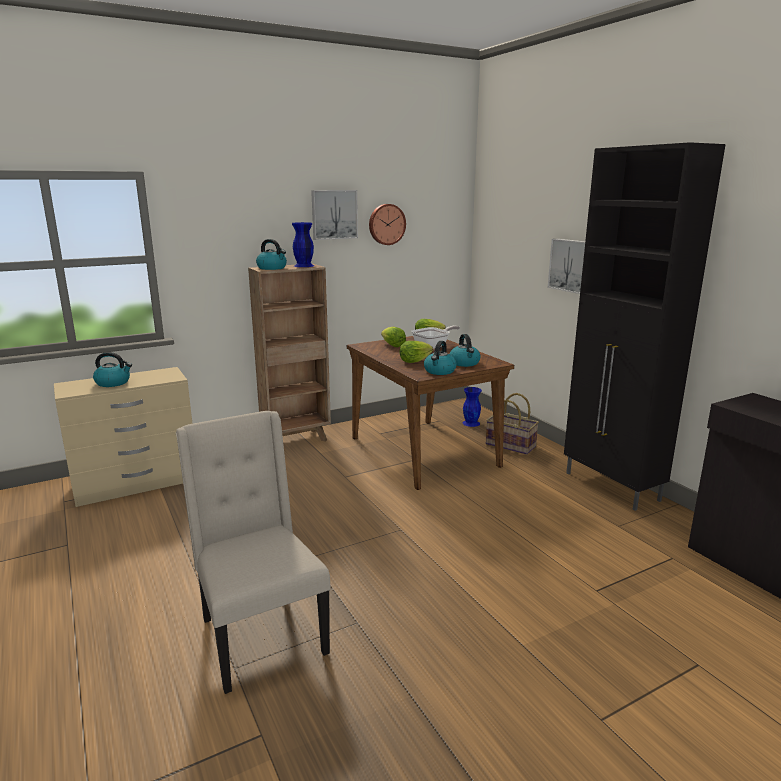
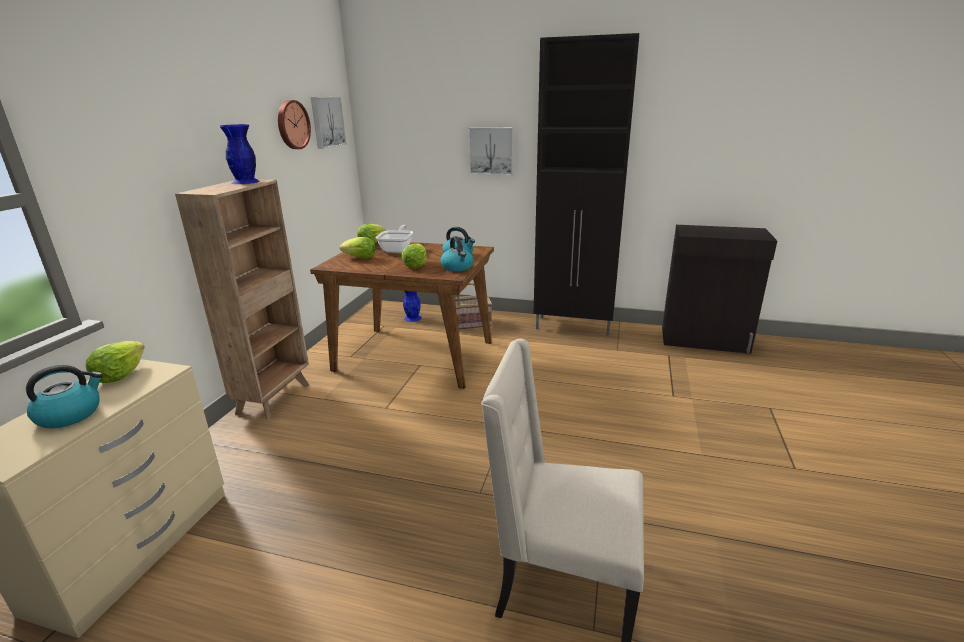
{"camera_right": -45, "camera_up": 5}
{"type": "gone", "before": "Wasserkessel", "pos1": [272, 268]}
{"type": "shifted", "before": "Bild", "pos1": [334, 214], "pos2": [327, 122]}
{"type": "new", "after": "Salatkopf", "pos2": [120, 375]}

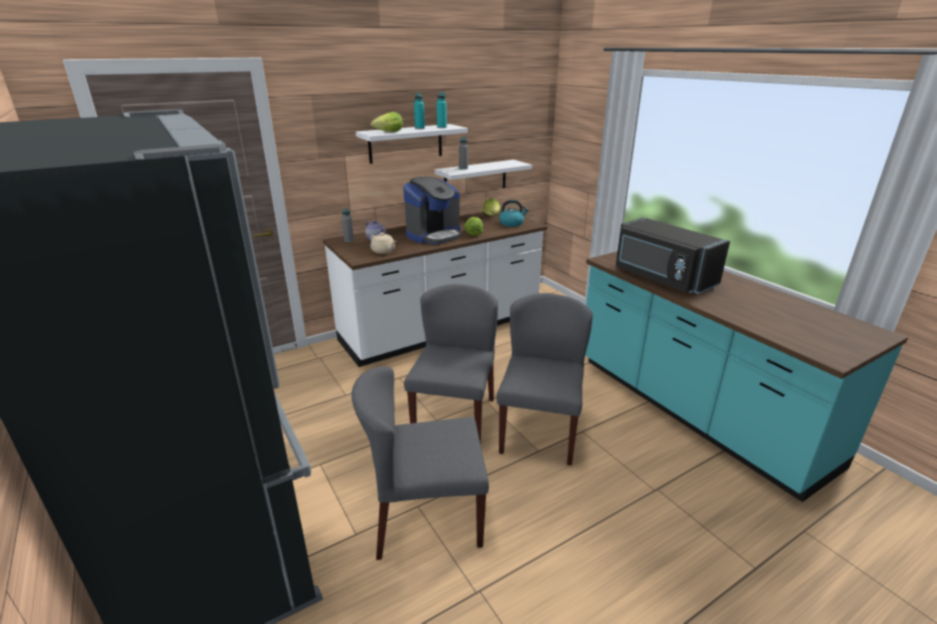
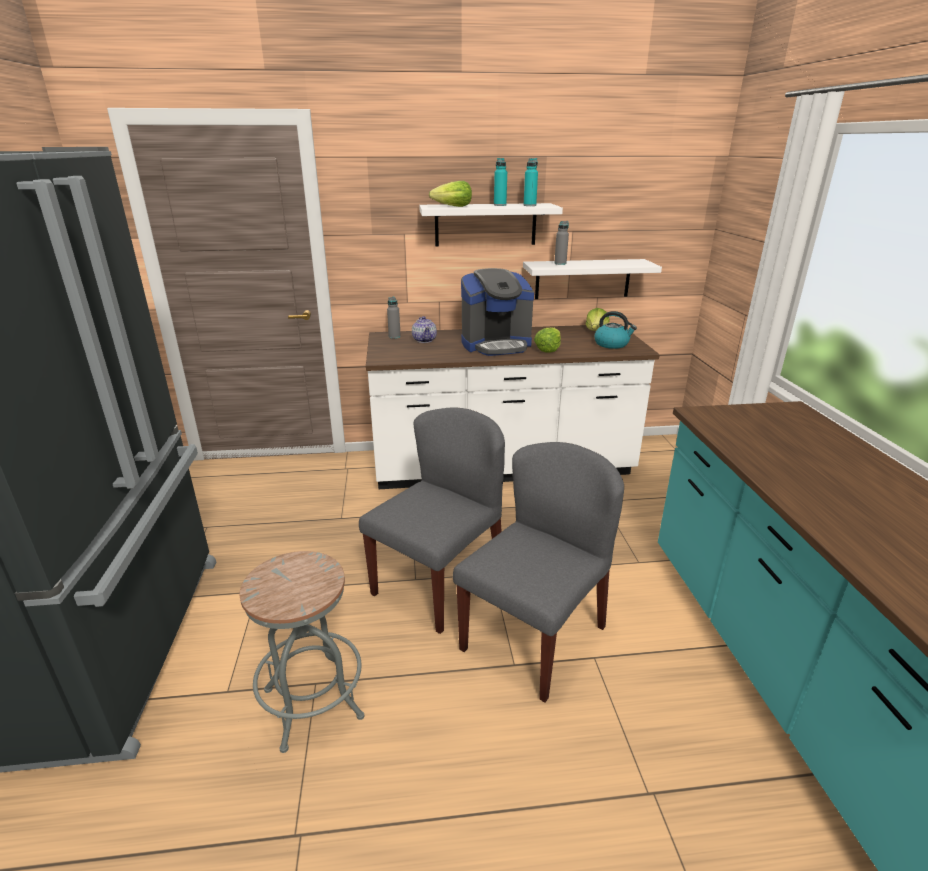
{"camera_right": 25, "camera_up": 0}
{"type": "swapped", "before": "Stuhl [grau]", "after": "Hocker [grau]", "pos1": [426, 518], "pos2": [313, 703]}
{"type": "gone", "before": "Teekanne [beige]", "pos1": [383, 251]}
{"type": "gone", "before": "Mikrowelle [schwarz]", "pos1": [661, 278]}

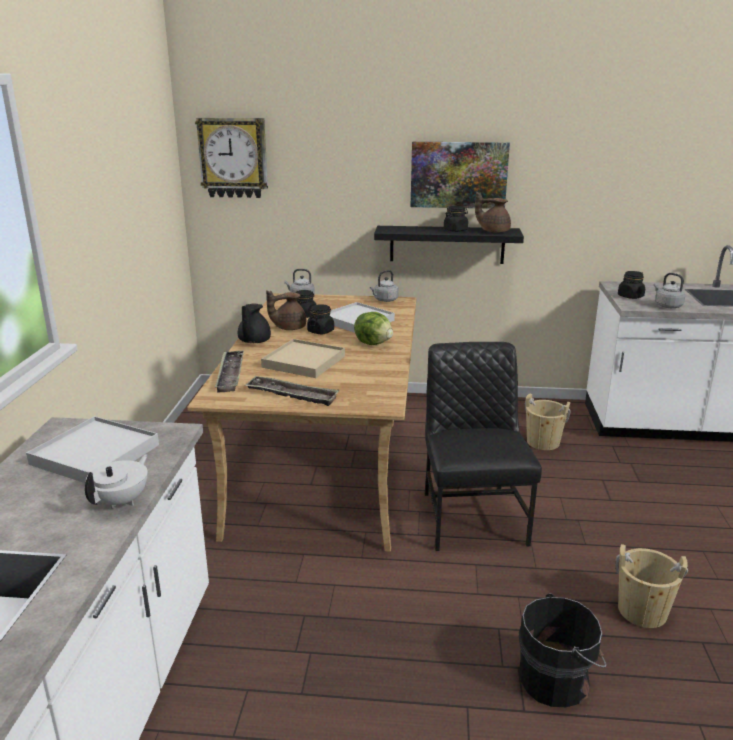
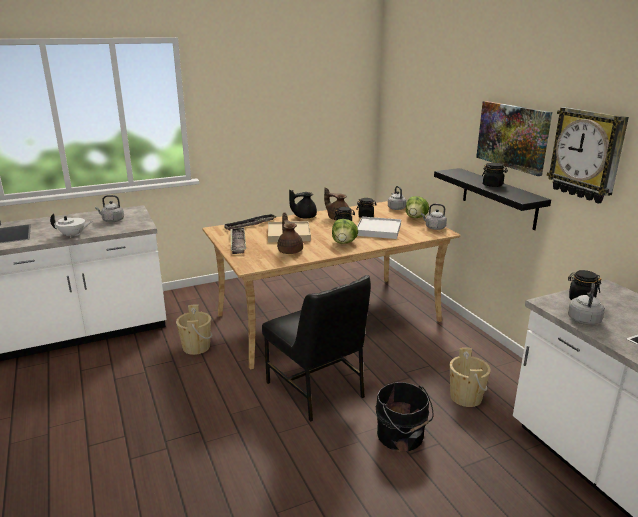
{"camera_right": 60, "camera_up": 0}
{"type": "swapped", "before": "Tablett [weiß]", "after": "Wasserkessel [grau]", "pos1": [95, 455], "pos2": [112, 220]}
{"type": "shifted", "before": "Wanduhr", "pos1": [233, 158], "pos2": [587, 154]}
{"type": "rotated", "before": "Stuhl [schwarz]", "pos1": [472, 517], "pos2": [316, 390], "turn": 90}
{"type": "shifted", "before": "Teekanne [braun]", "pos1": [493, 231], "pos2": [290, 250]}
{"type": "shifted", "before": "Eimer [schwarz]", "pos1": [557, 679], "pos2": [401, 437]}
{"type": "shifted", "before": "Eimer [beige]", "pos1": [642, 611], "pos2": [196, 347]}
{"type": "new", "after": "Salatkopf", "pos2": [416, 217]}

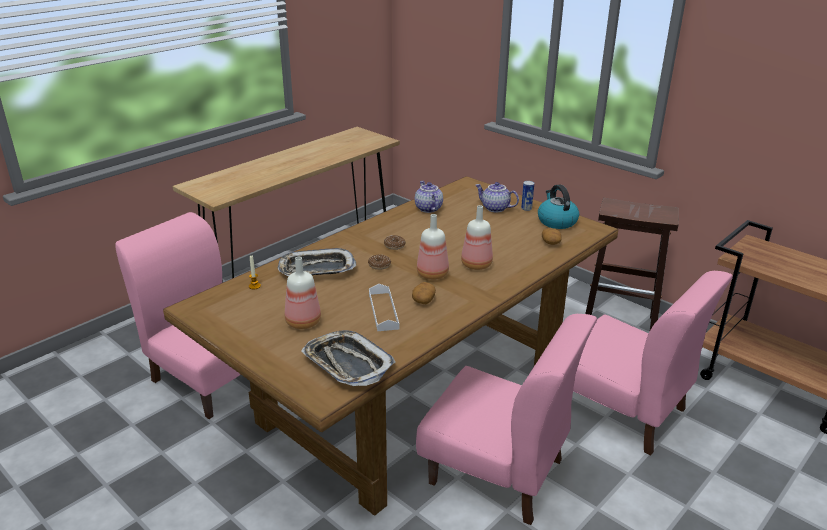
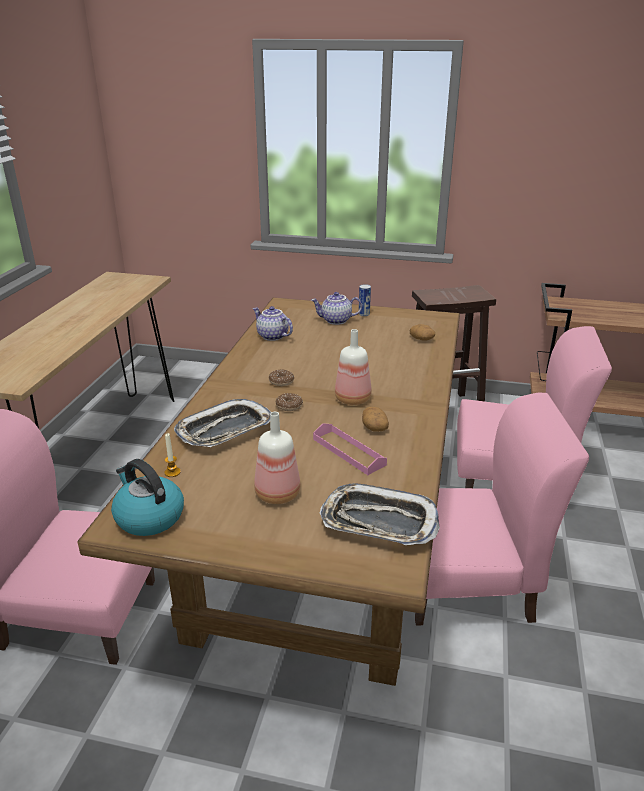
{"camera_right": -30, "camera_up": 0}
{"type": "repainted", "before": "Tablett [weiß]", "after": "Tablett [rosa]", "pos1": [383, 311], "pos2": [348, 452]}
{"type": "gone", "before": "Flasche", "pos1": [476, 265]}
{"type": "shifted", "before": "Wasserkessel", "pos1": [556, 221], "pos2": [148, 517]}

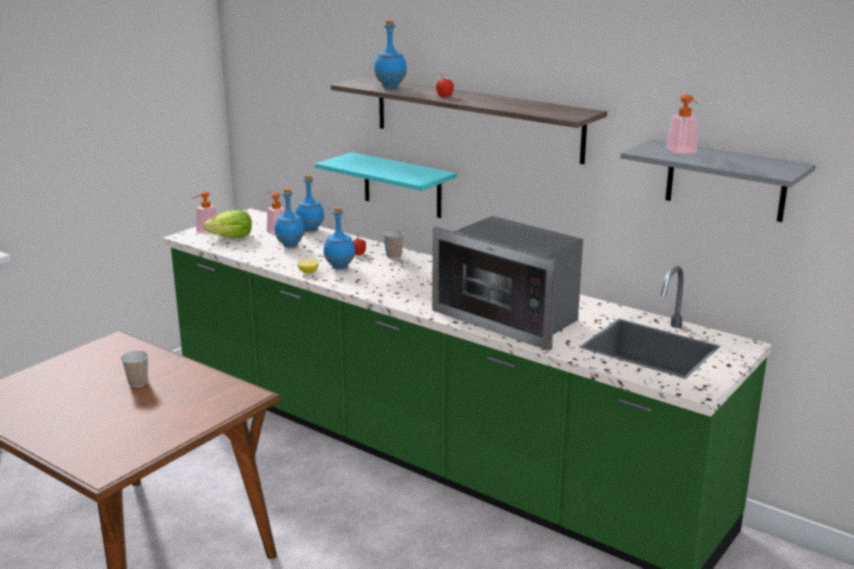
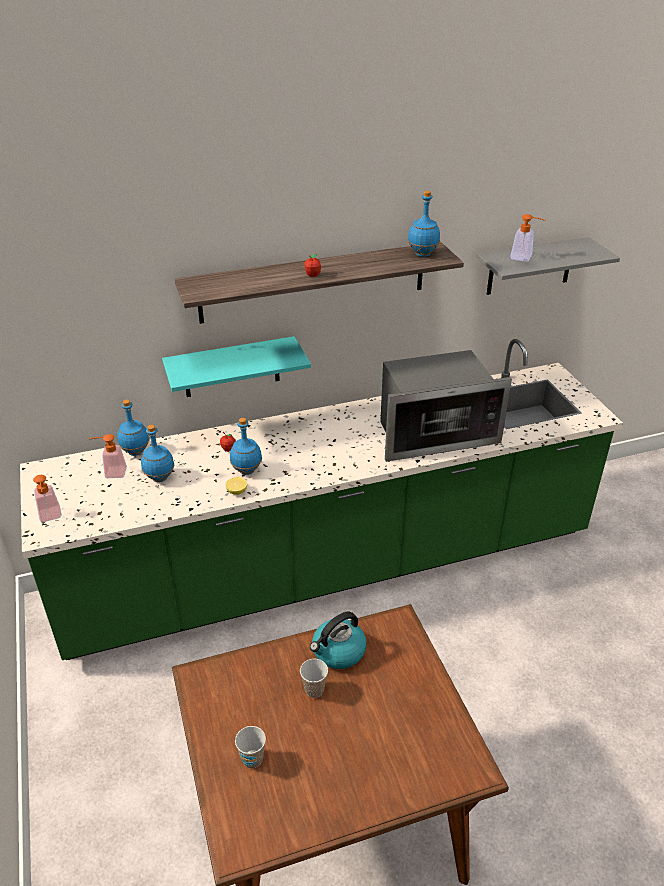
{"camera_right": -55, "camera_up": 15}
{"type": "gone", "before": "Salatkopf", "pos1": [231, 237]}
{"type": "shifted", "before": "Flasche [blau]", "pos1": [390, 87], "pos2": [422, 254]}
{"type": "shifted", "before": "Tasse", "pos1": [393, 256], "pos2": [252, 759]}
{"type": "new", "after": "Wasserkessel", "pos2": [338, 652]}

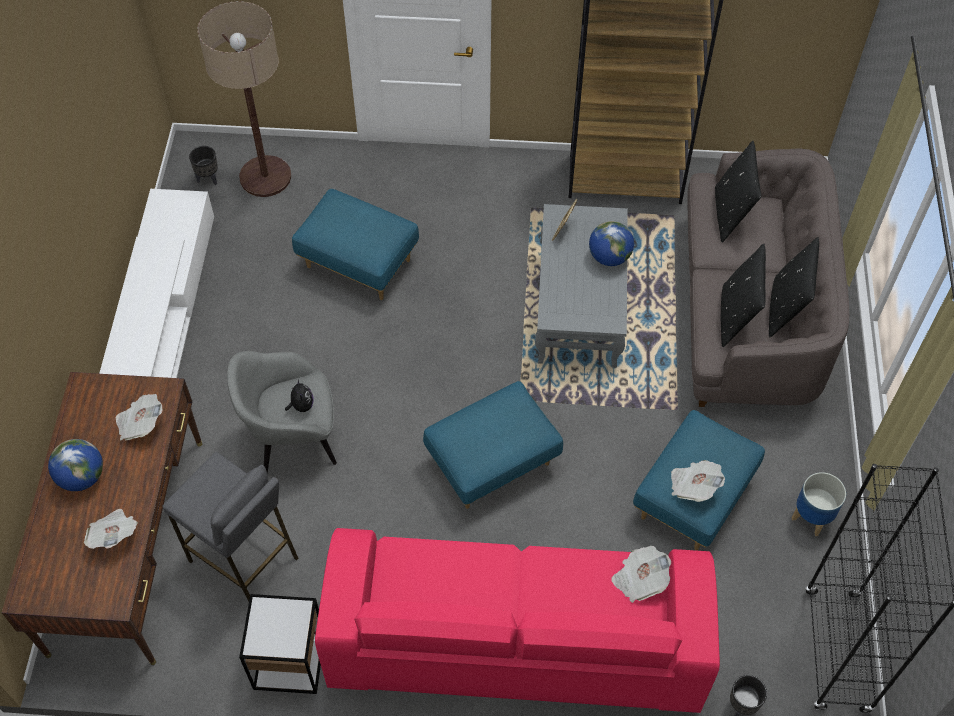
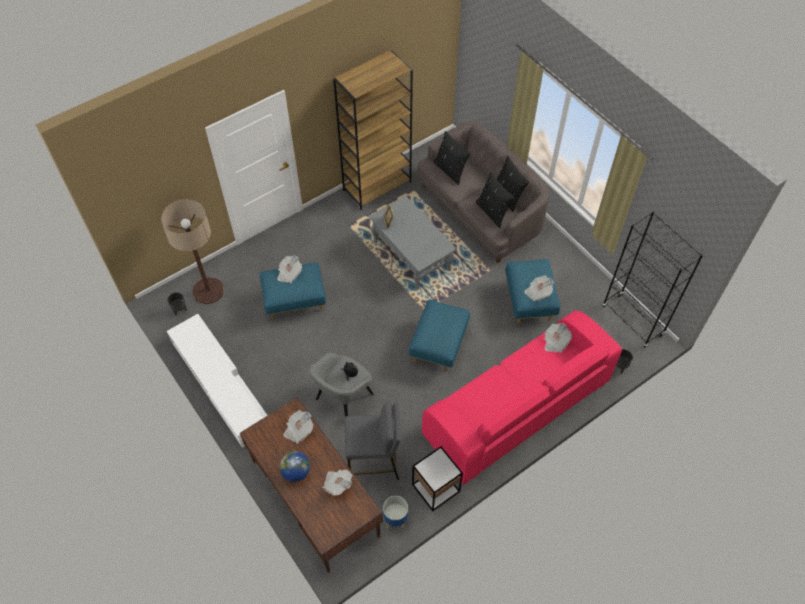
{"camera_right": -40, "camera_up": 0}
{"type": "gone", "before": "Globus", "pos1": [609, 257]}
{"type": "shifted", "before": "Pflanzkübel", "pos1": [811, 518], "pos2": [395, 519]}
{"type": "new", "after": "Zeitung", "pos2": [289, 273]}

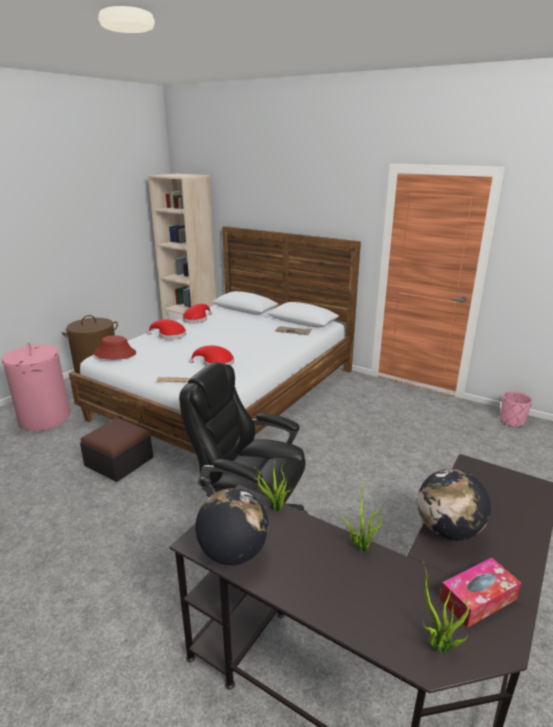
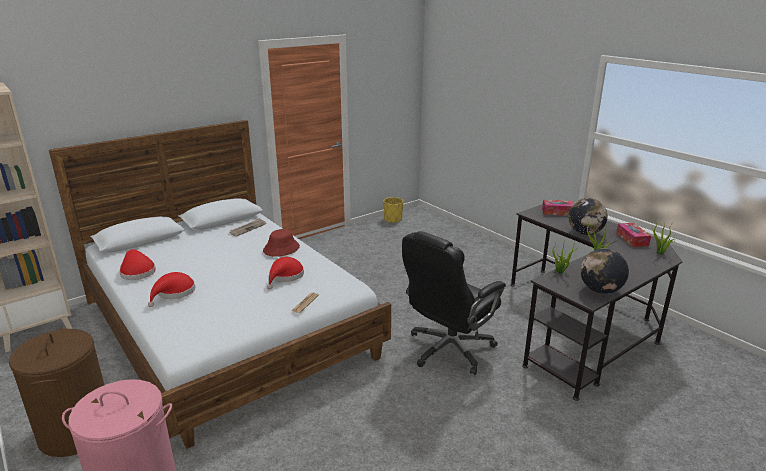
{"camera_right": -70, "camera_up": 0}
{"type": "gone", "before": "Polsterhocker", "pos1": [119, 462]}
{"type": "shifted", "before": "Hut [rot]", "pos1": [115, 353], "pos2": [281, 249]}
{"type": "repainted", "before": "Pflanzkübel [rosa]", "after": "Pflanzkübel [gelb]", "pos1": [511, 421], "pos2": [393, 220]}
{"type": "new", "after": "Taschentuchbox", "pos2": [557, 212]}

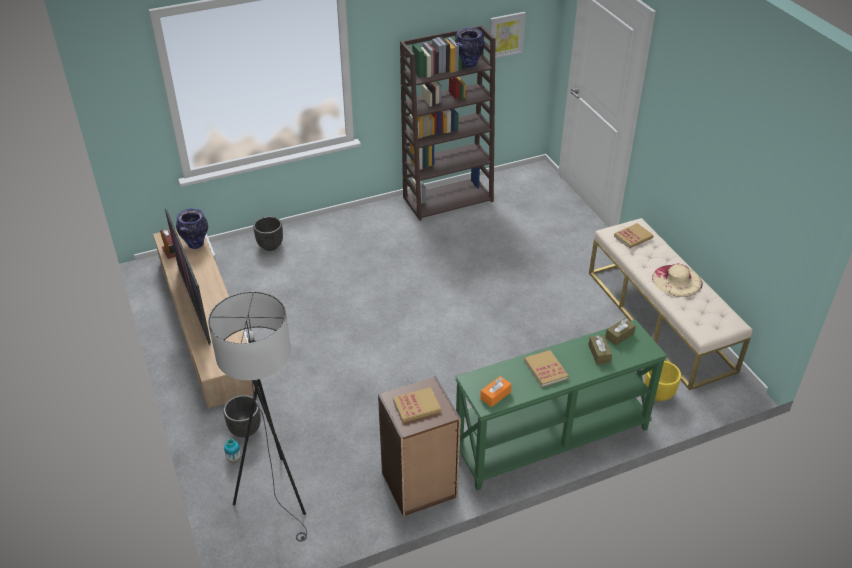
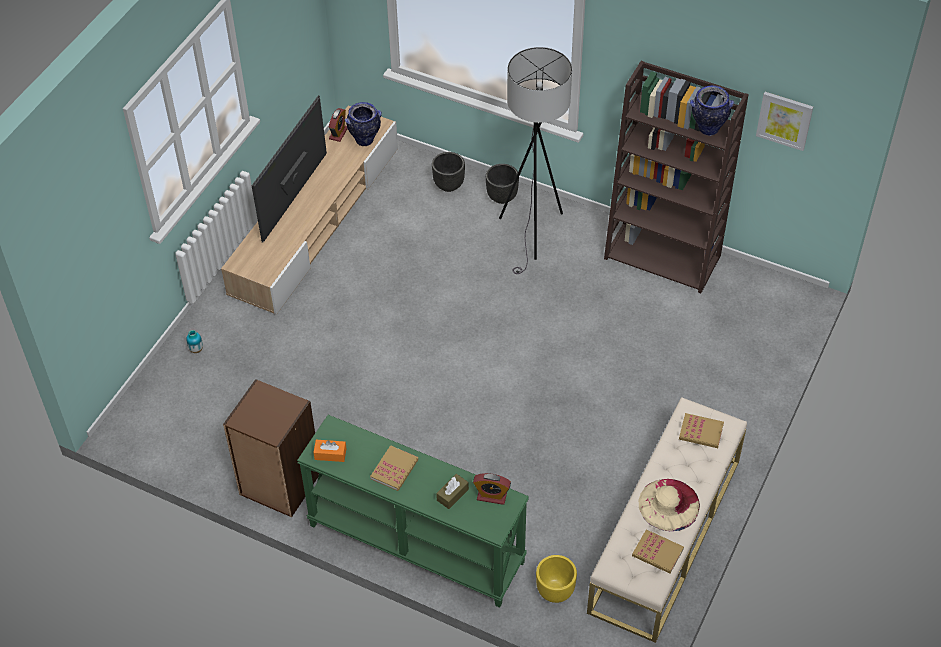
{"camera_right": 50, "camera_up": 10}
{"type": "shifted", "before": "Stehlampe [grau]", "pos1": [278, 495], "pos2": [533, 234]}
{"type": "shifted", "before": "Pflanzkübel [schwarz]", "pos1": [245, 430], "pos2": [502, 197]}
{"type": "shifted", "before": "Buch", "pos1": [416, 406], "pos2": [657, 552]}
{"type": "swapped", "before": "Taschentuchbox [braun]", "after": "Wecker", "pos1": [619, 336], "pos2": [491, 496]}

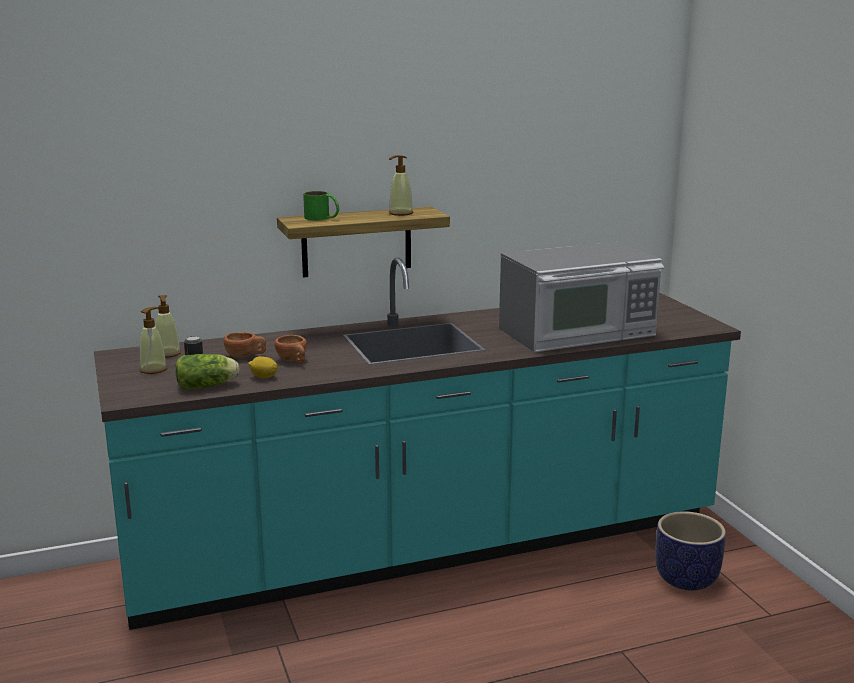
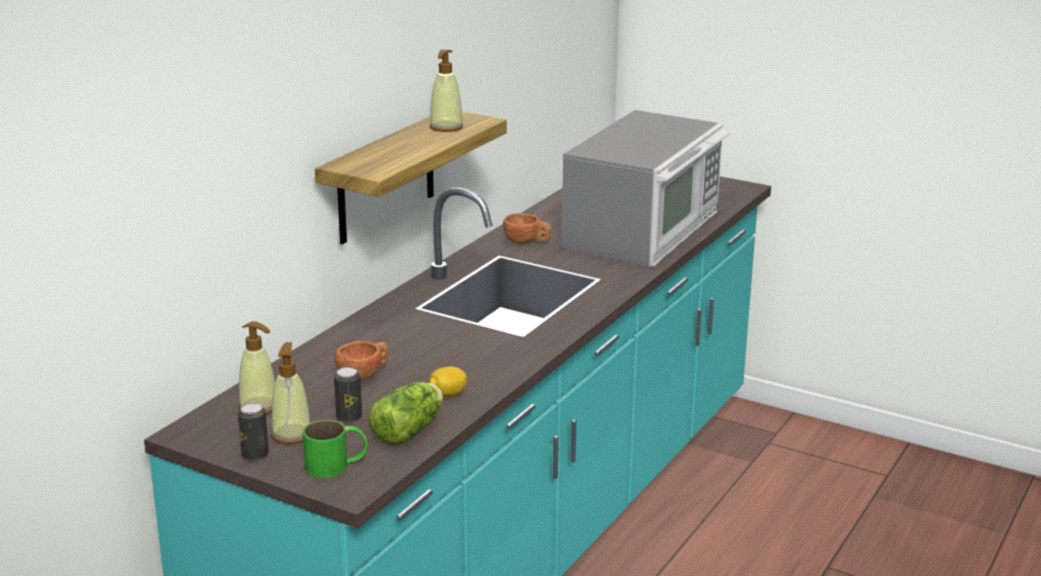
{"camera_right": -40, "camera_up": 5}
{"type": "shifted", "before": "Tasse [braun]", "pos1": [293, 361], "pos2": [527, 242]}
{"type": "shifted", "before": "Henkelbecher [grün]", "pos1": [322, 218], "pos2": [337, 465]}
{"type": "gone", "before": "Pflanzkübel", "pos1": [687, 579]}
{"type": "new", "after": "Dose", "pos2": [255, 455]}

